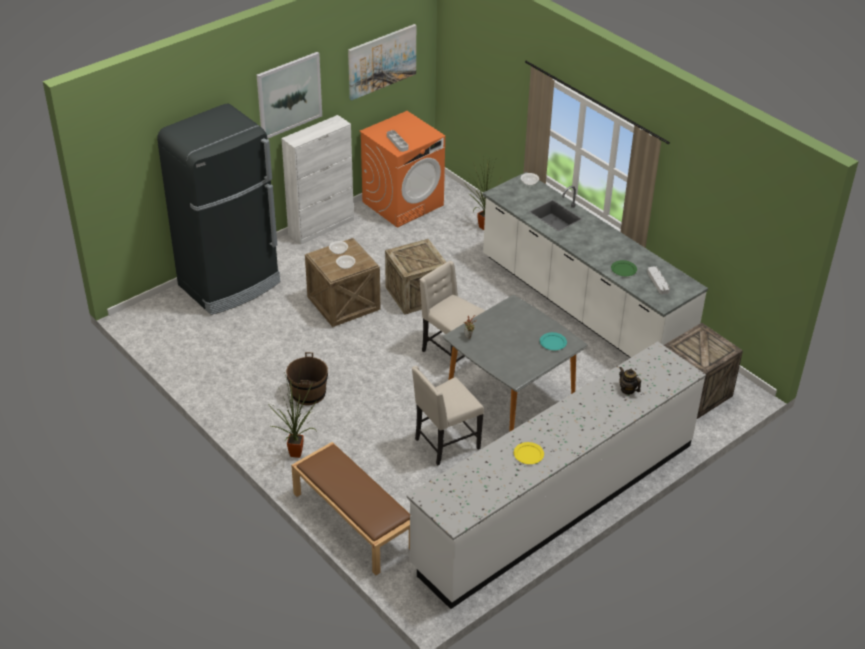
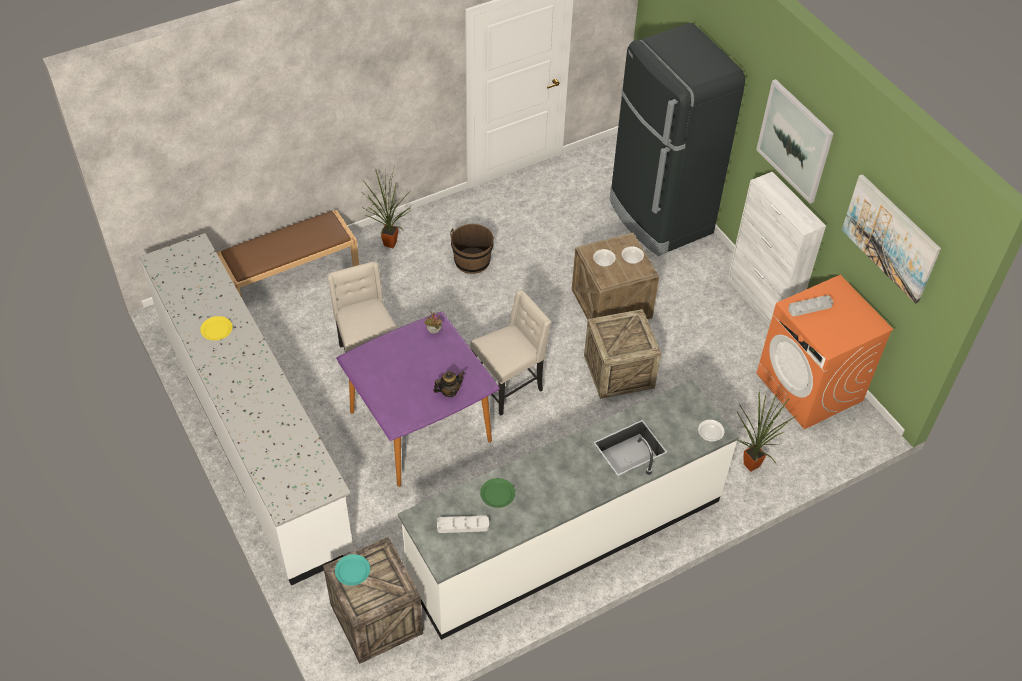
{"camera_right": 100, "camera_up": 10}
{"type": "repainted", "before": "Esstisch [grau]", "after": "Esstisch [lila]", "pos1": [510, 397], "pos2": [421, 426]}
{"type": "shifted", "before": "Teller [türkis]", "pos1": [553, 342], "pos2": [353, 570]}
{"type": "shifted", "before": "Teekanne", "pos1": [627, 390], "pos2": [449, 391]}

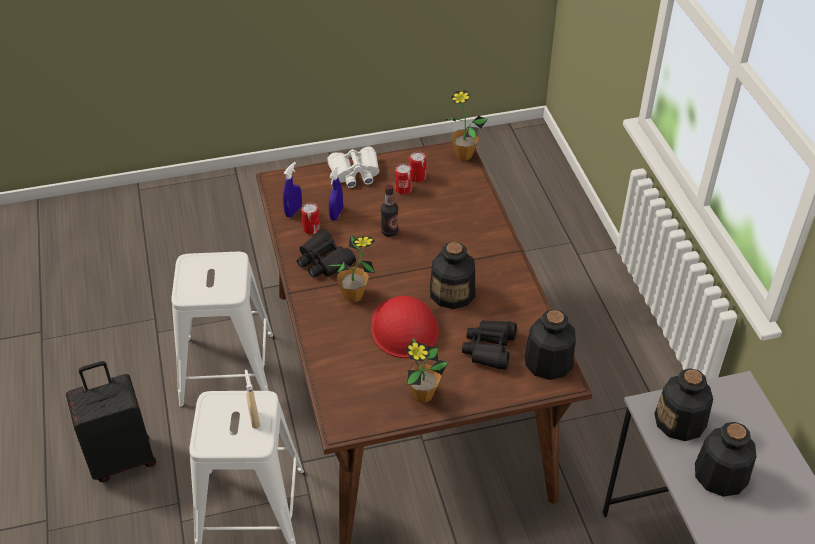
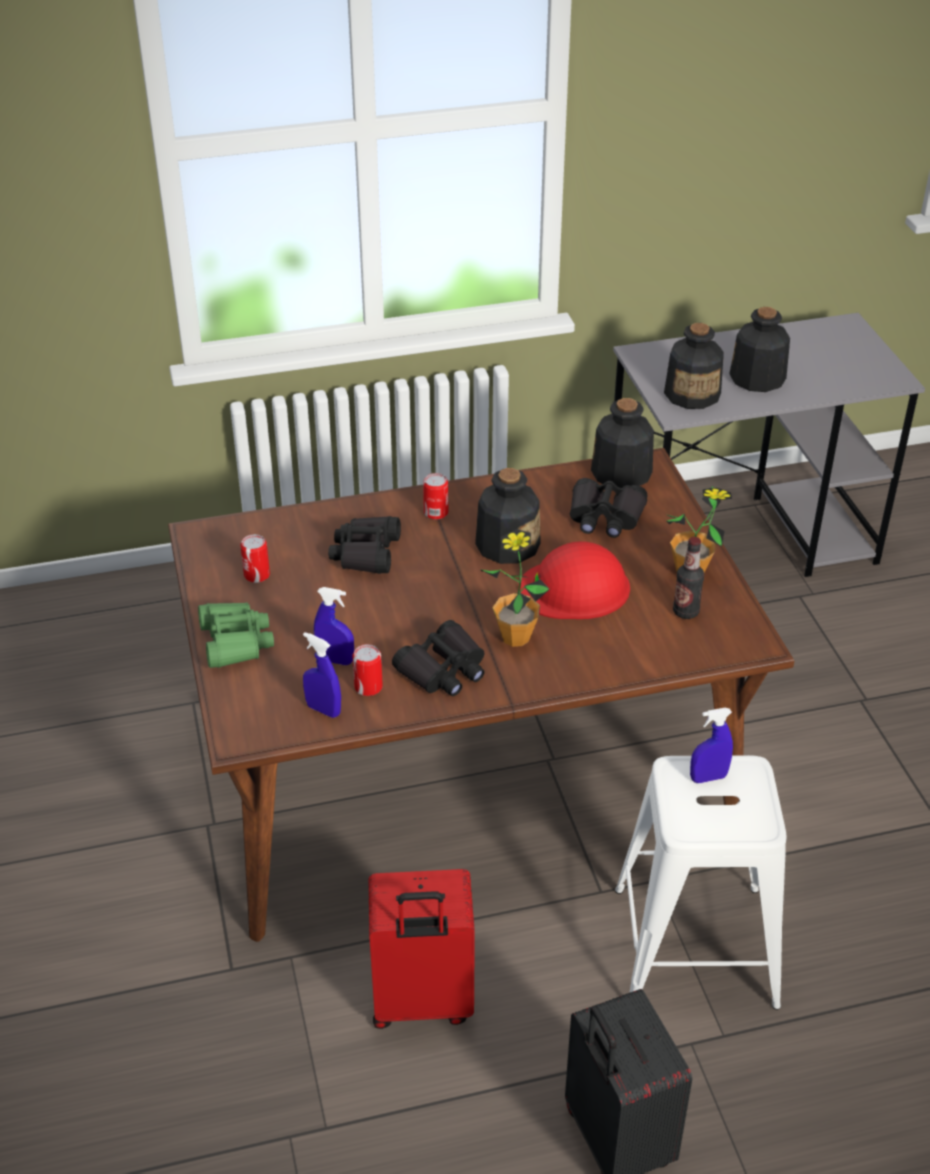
{"camera_right": -90, "camera_up": -5}
{"type": "swapped", "before": "Hocker [weiß]", "after": "Koffer [rot]", "pos1": [228, 370], "pos2": [421, 1003]}
{"type": "repainted", "before": "Sprühflasche [beige]", "after": "Sprühflasche [blau]", "pos1": [254, 419], "pos2": [708, 778]}
{"type": "repainted", "before": "Fernglas [weiß]", "after": "Fernglas [grün]", "pos1": [355, 173], "pos2": [235, 642]}
{"type": "shifted", "before": "Flasche", "pos1": [389, 232], "pos2": [685, 612]}
{"type": "shifted", "before": "Dose", "pos1": [403, 189], "pos2": [436, 512]}
{"type": "gone", "before": "Topfpflanze", "pos1": [463, 155]}
{"type": "new", "after": "Fernglas [schwarz]", "pos2": [366, 553]}

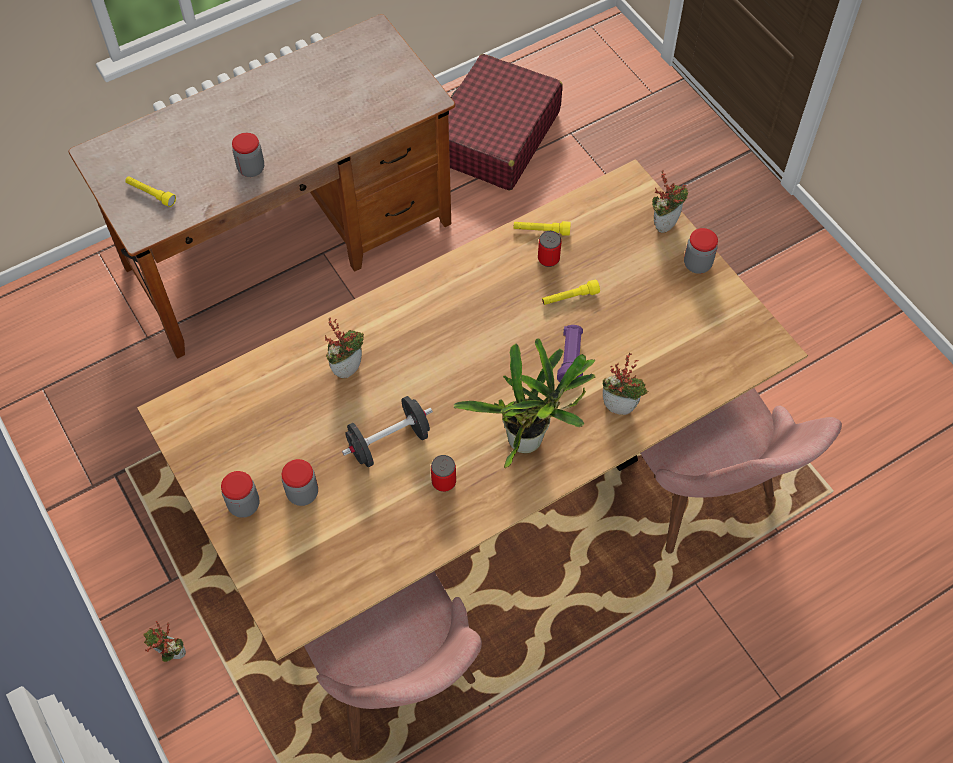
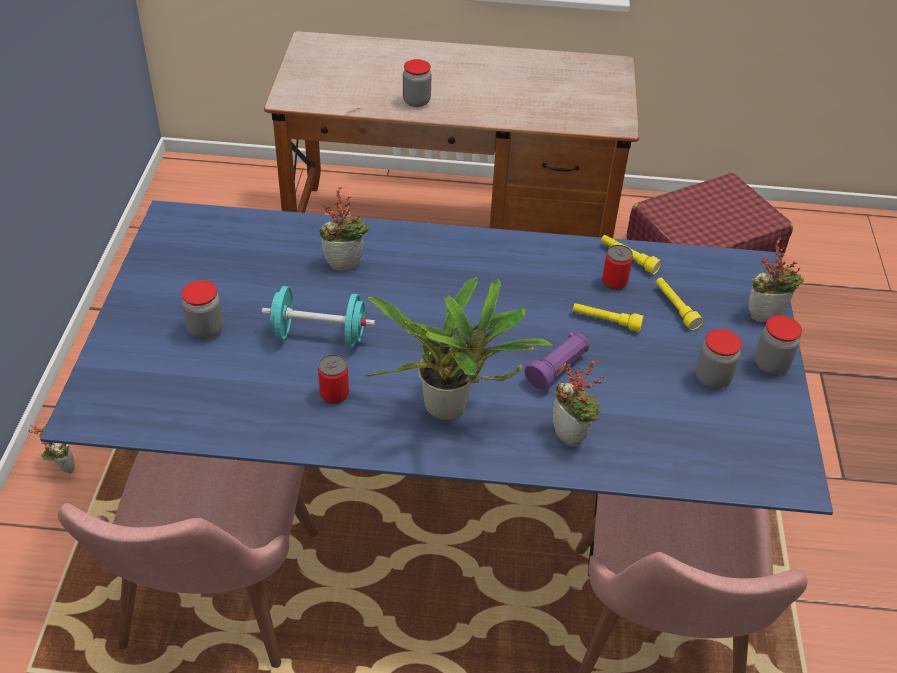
{"camera_right": 35, "camera_up": -15}
{"type": "shifted", "before": "Taschenlampe [gelb]", "pos1": [151, 194], "pos2": [675, 308]}
{"type": "repainted", "before": "Esstisch [braun]", "after": "Esstisch [blau]", "pos1": [476, 482], "pos2": [440, 499]}
{"type": "shifted", "before": "Vorratsglas", "pos1": [244, 505], "pos2": [712, 378]}
{"type": "repainted", "before": "Hantel [schwarz]", "after": "Hantel [türkis]", "pos1": [389, 442], "pos2": [319, 336]}

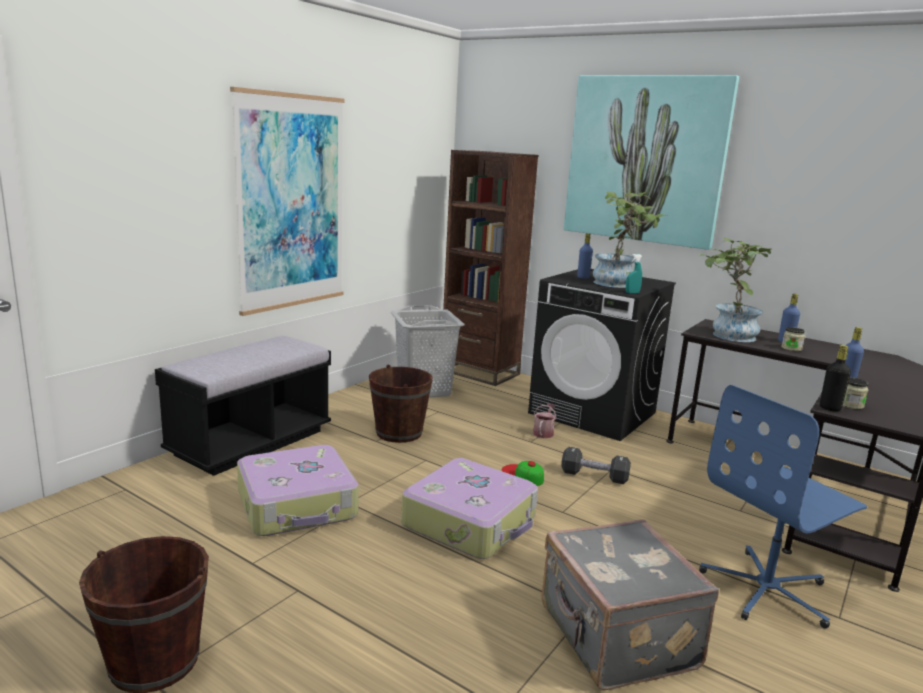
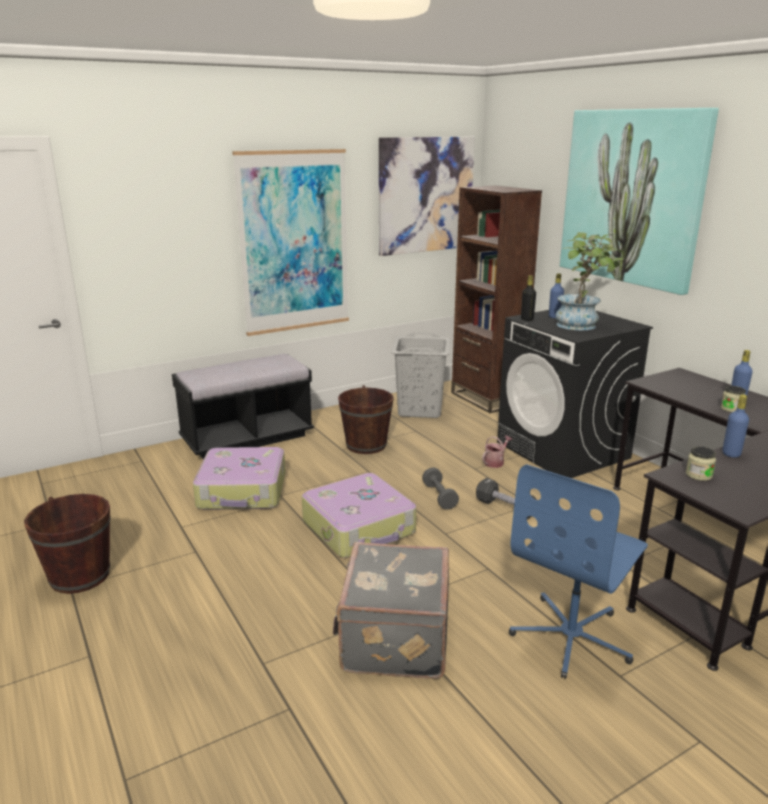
{"camera_right": 25, "camera_up": 5}
{"type": "swapped", "before": "Kappe", "after": "Hantel [grau]", "pos1": [522, 475], "pos2": [439, 496]}
{"type": "gone", "before": "Sprühflasche [türkis]", "pos1": [632, 293]}
{"type": "gone", "before": "Topfpflanze", "pos1": [726, 335]}
{"type": "rotated", "before": "Bürostuhl [blau]", "pos1": [767, 590], "pos2": [572, 637], "turn": -45}
{"type": "shifted", "before": "Flasche [schwarz]", "pos1": [830, 408], "pos2": [527, 319]}
{"type": "new", "after": "Bild", "pos2": [425, 195]}

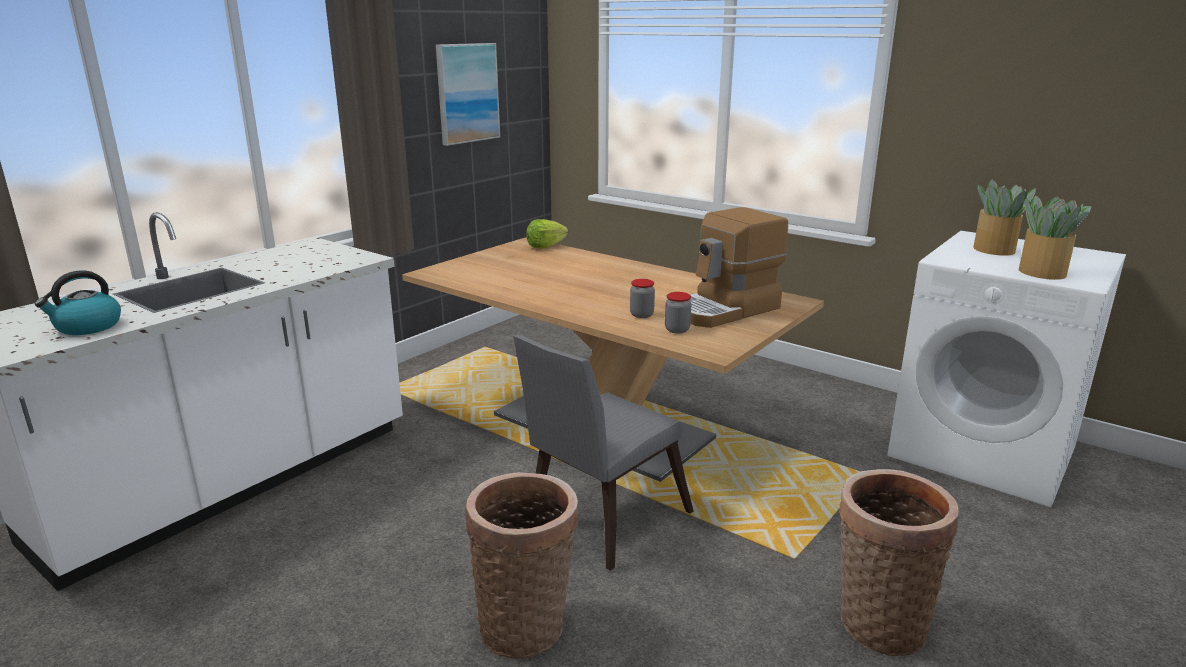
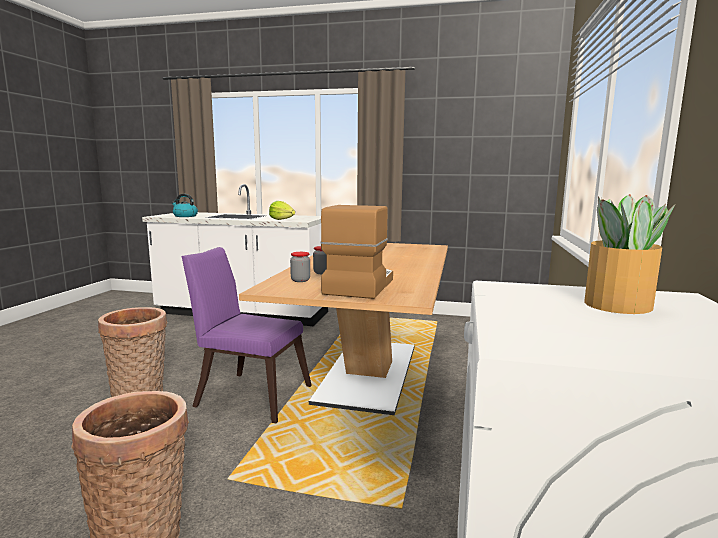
{"camera_right": 65, "camera_up": -10}
{"type": "gone", "before": "Bild", "pos1": [467, 93]}
{"type": "repainted", "before": "Stuhl [grau]", "after": "Stuhl [lila]", "pos1": [600, 521], "pos2": [249, 395]}
{"type": "shifted", "before": "Salatkopf", "pos1": [545, 246], "pos2": [282, 219]}
{"type": "rotated", "before": "Kaffeemaschine", "pos1": [725, 310], "pos2": [358, 286], "turn": 75}
{"type": "gone", "before": "Topfpflanze", "pos1": [1041, 272]}

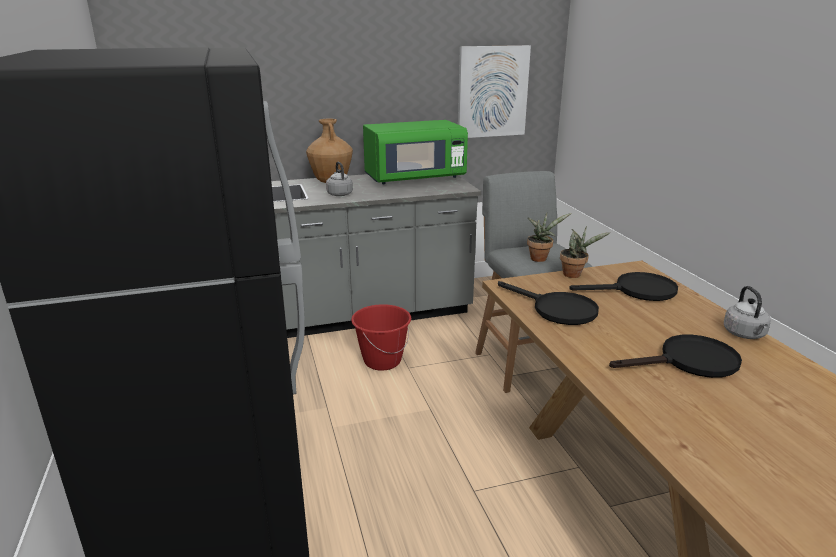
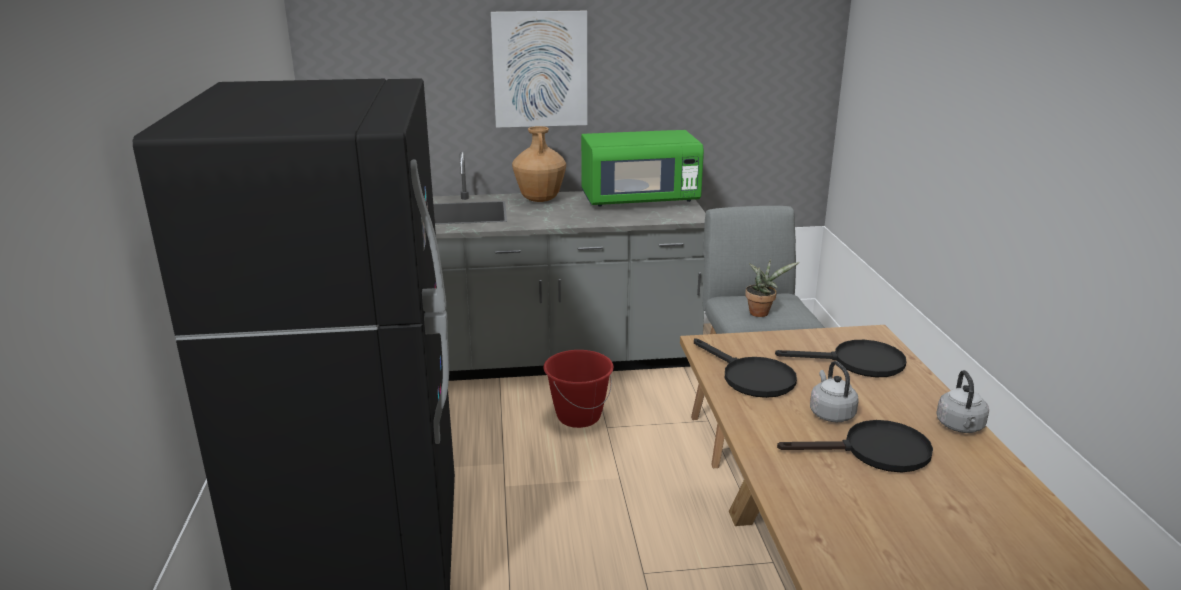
{"camera_right": 10, "camera_up": 0}
{"type": "shifted", "before": "Wasserkessel [grau]", "pos1": [339, 194], "pos2": [830, 413]}
{"type": "shifted", "before": "Bild", "pos1": [492, 92], "pos2": [540, 69]}
{"type": "gone", "before": "Topfpflanze", "pos1": [574, 274]}

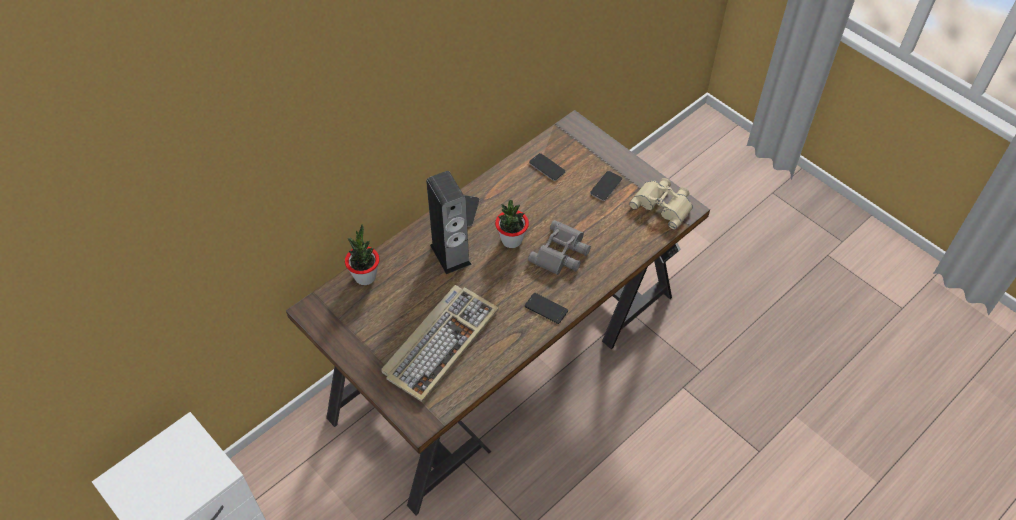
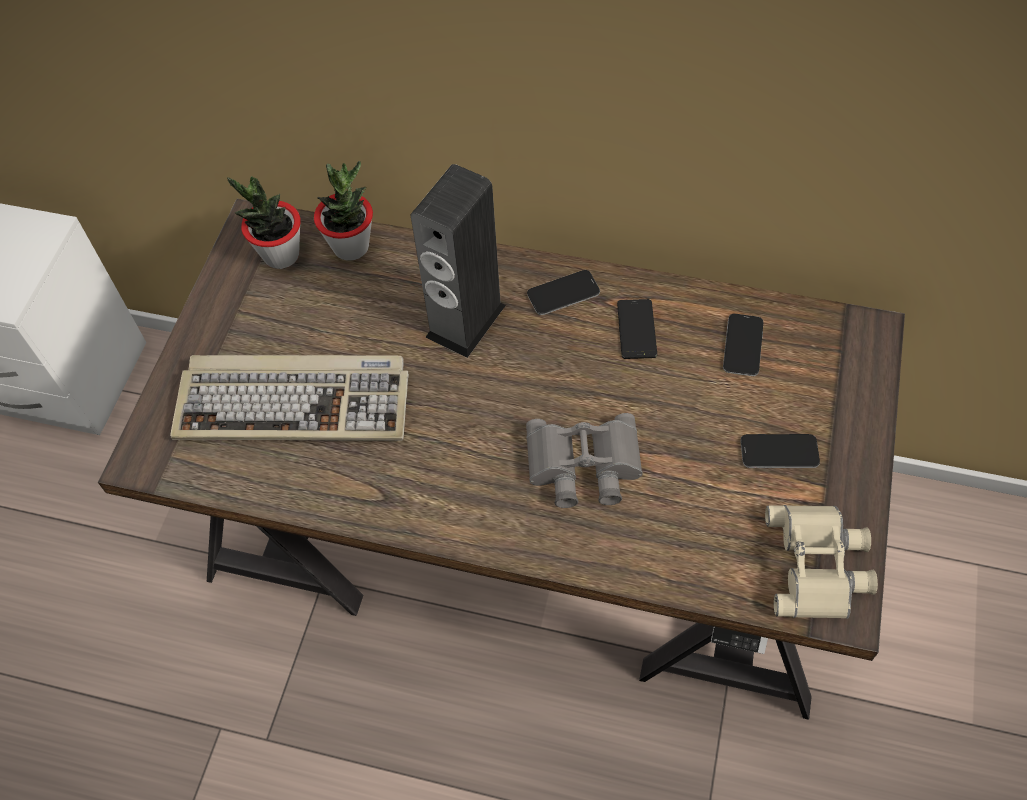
{"camera_right": 60, "camera_up": 5}
{"type": "shifted", "before": "Topfpflanze", "pos1": [511, 240], "pos2": [281, 255]}
{"type": "shifted", "before": "Handy", "pos1": [546, 308], "pos2": [636, 329]}

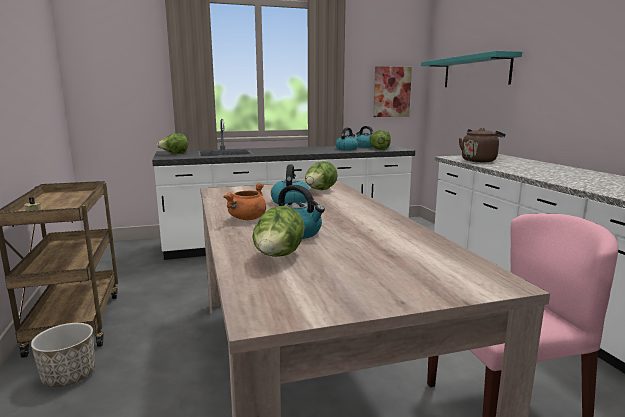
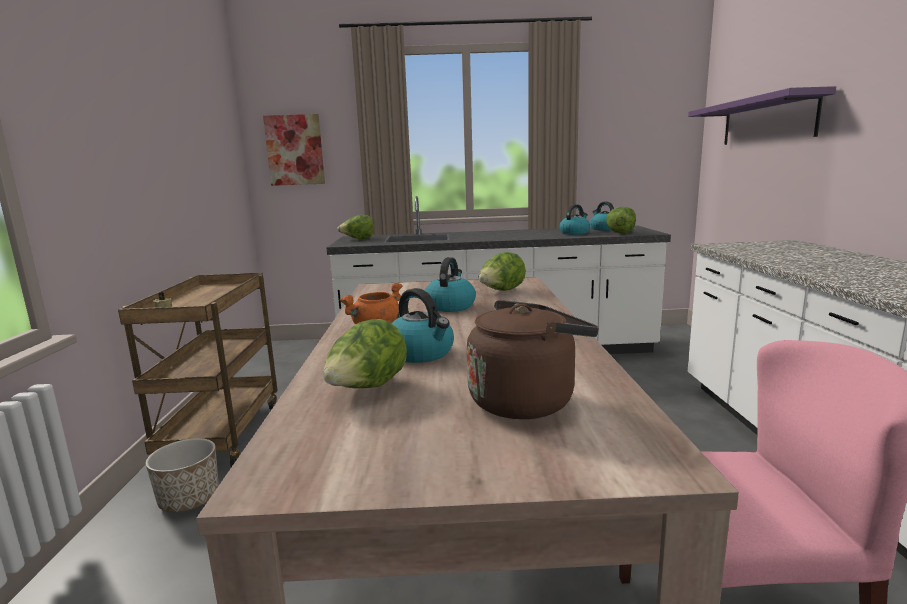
{"camera_right": 15, "camera_up": 0}
{"type": "shifted", "before": "Bild", "pos1": [391, 92], "pos2": [295, 150]}
{"type": "repainted", "before": "Wandregal [türkis]", "after": "Wandregal [lila]", "pos1": [475, 72], "pos2": [767, 120]}
{"type": "shifted", "before": "Wasserkessel [braun]", "pos1": [479, 160], "pos2": [526, 400]}

